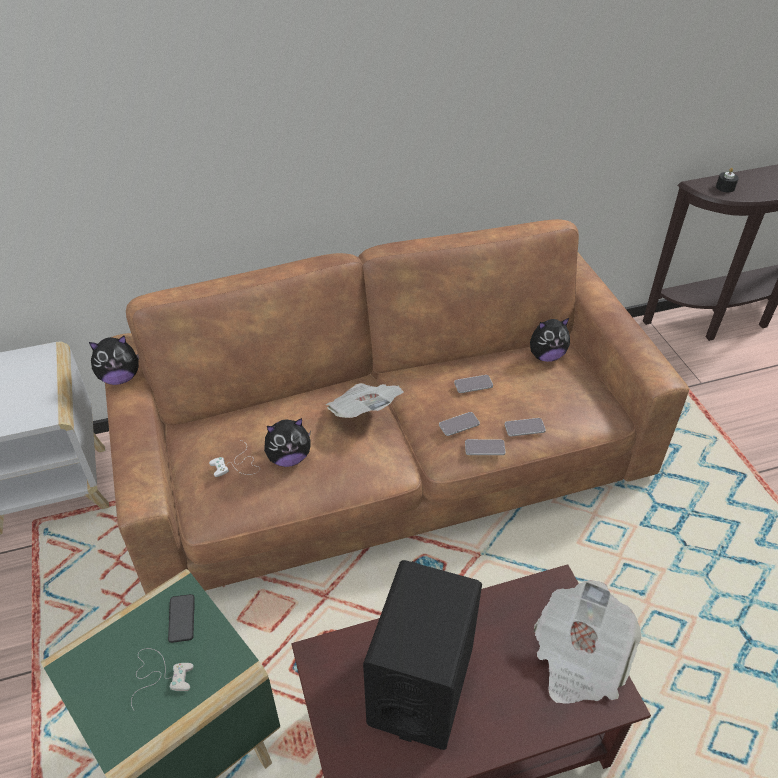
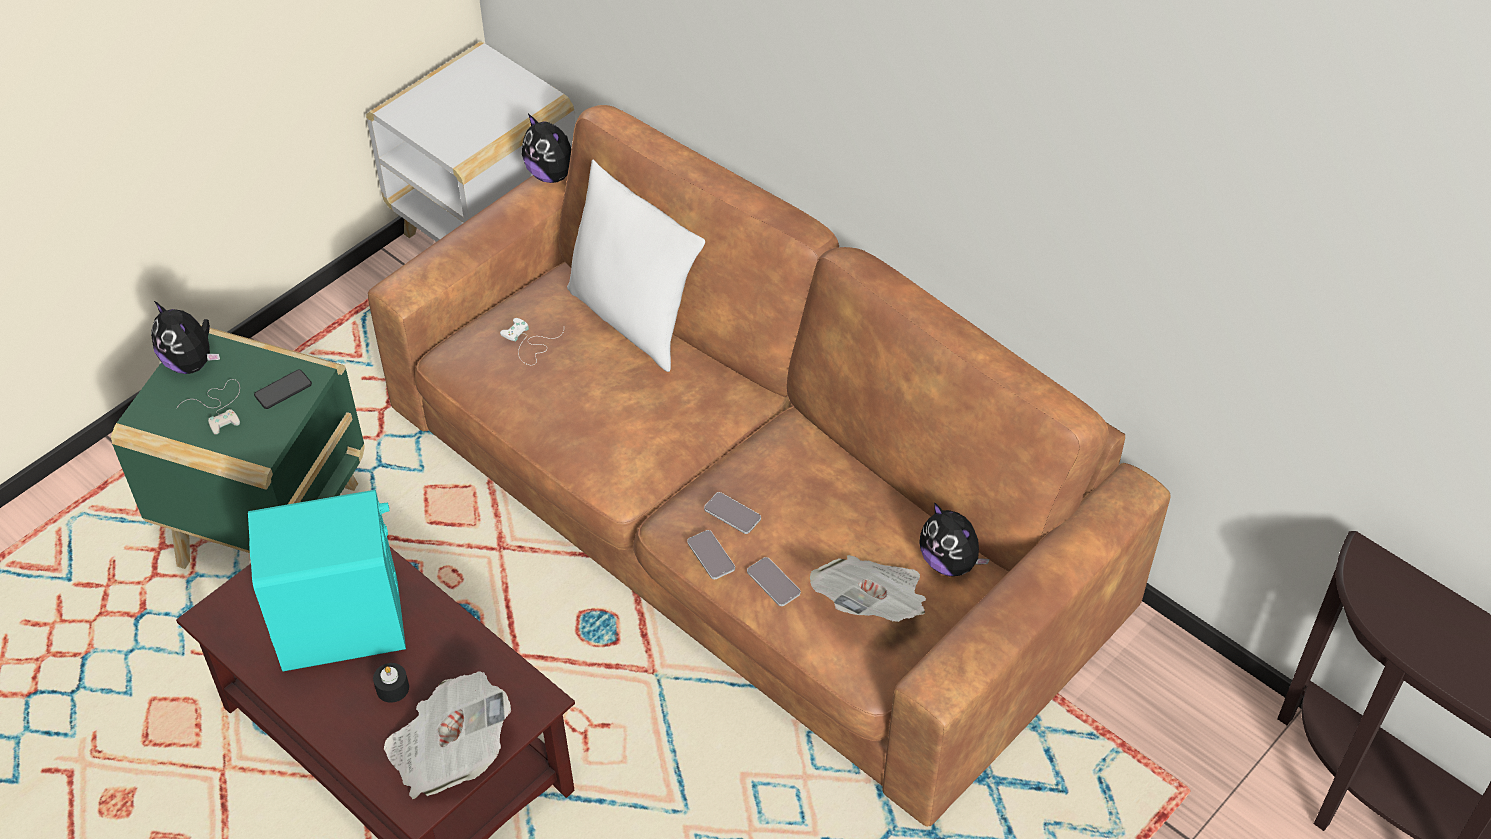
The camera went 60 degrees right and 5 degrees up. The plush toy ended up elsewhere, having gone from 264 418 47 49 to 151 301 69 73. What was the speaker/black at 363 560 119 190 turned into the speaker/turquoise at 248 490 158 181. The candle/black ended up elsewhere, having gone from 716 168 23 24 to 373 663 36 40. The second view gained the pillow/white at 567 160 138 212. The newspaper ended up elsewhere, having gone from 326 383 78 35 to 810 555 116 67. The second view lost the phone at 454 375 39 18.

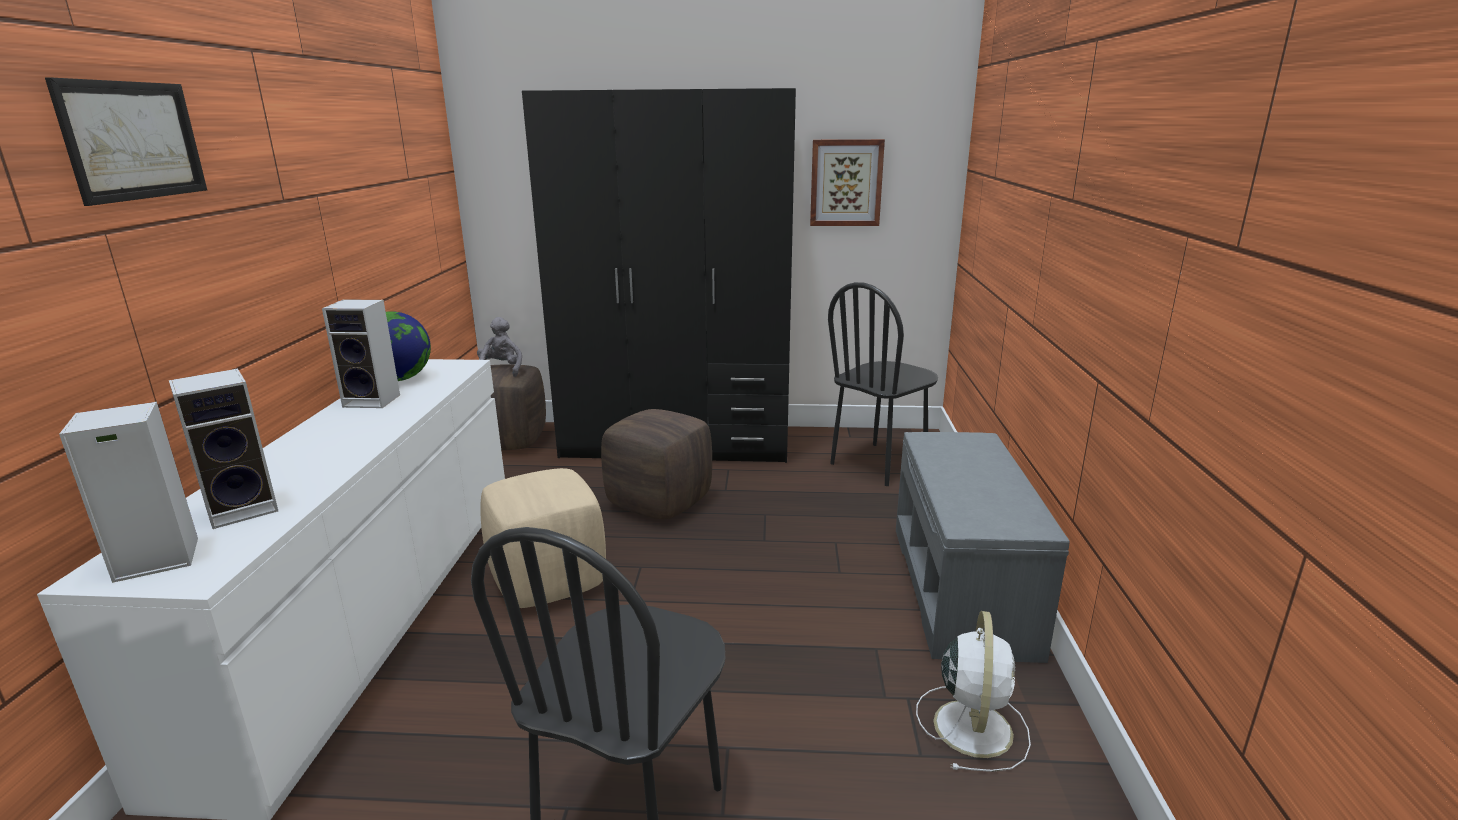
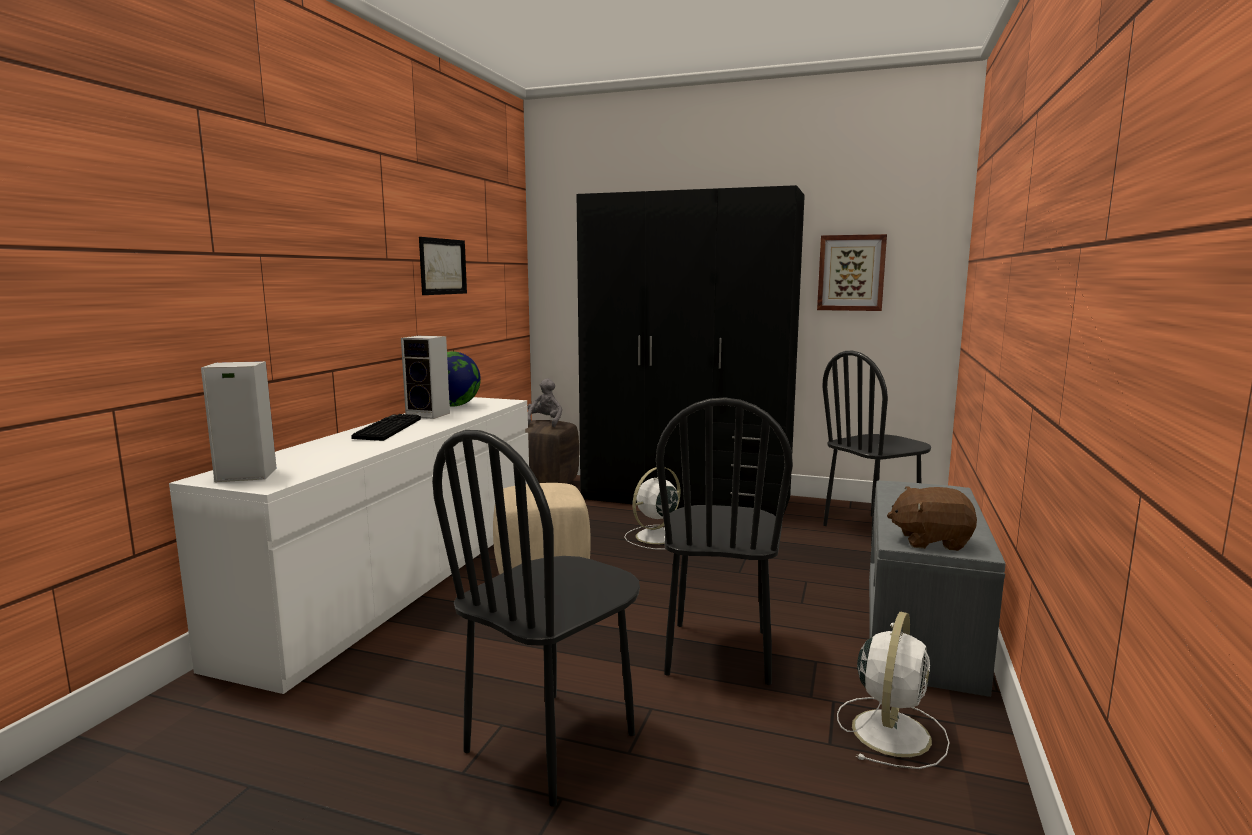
The camera went 15 degrees right and 10 degrees down. The second view gained the keyboard at 351 414 70 27. The picture ended up elsewhere, having gone from 45 77 162 129 to 419 237 48 58. Where the ottoman/brown stood at 601 409 111 110, the fan/white came to stand at 624 467 56 83. The second view gained the chair/black at 656 397 137 288. The second view gained the plush toy/brown at 887 486 90 65. The second view lost the speaker at 169 368 109 161.

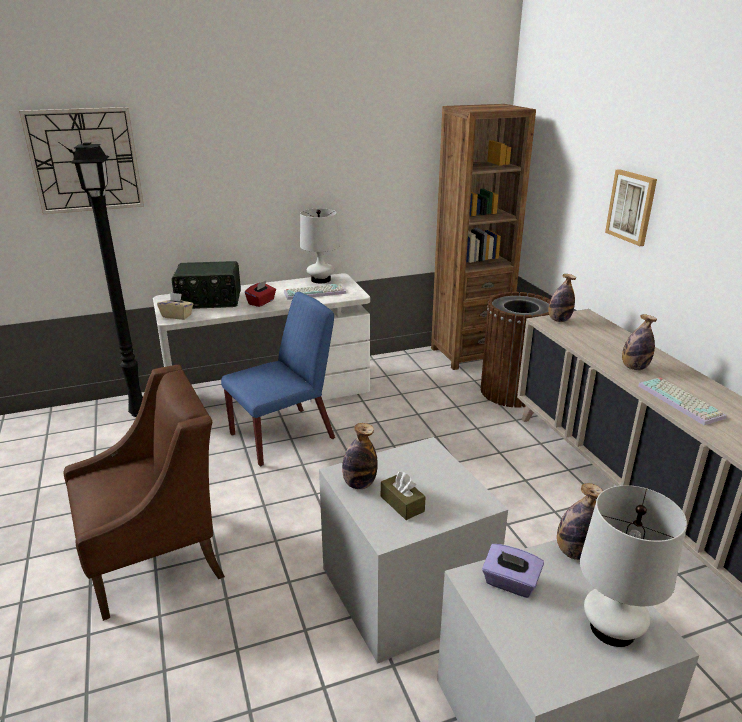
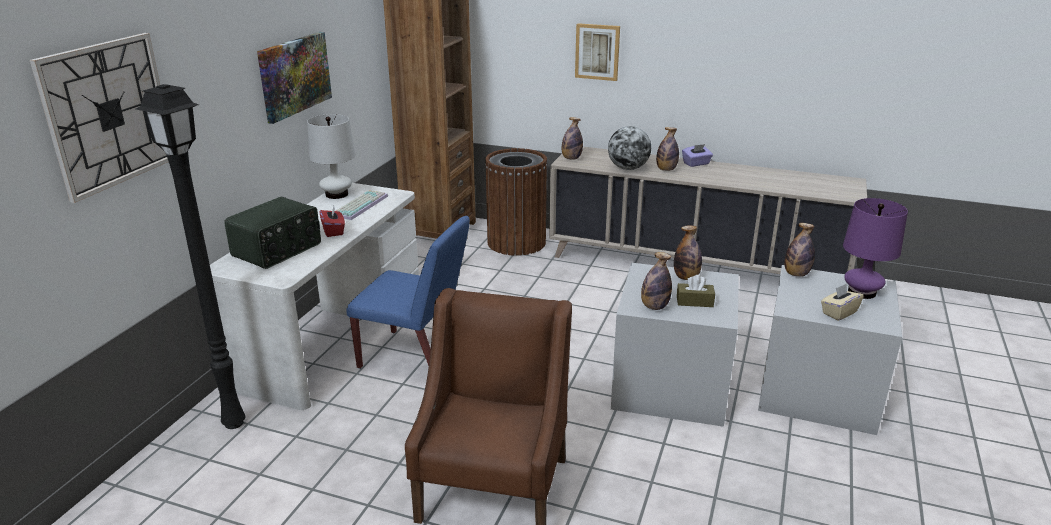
The camera went 50 degrees left and 0 degrees up. The second view gained the picture at 257 32 75 92. The chair/blue at 221 292 114 174 ended up facing another way, 105 degrees clockwise from before. The second view gained the globe at 608 126 43 44. The second view gained the bottle at 674 225 28 55. The tissue box/purple ended up elsewhere, having gone from 482 544 62 54 to 682 144 31 23. The tissue box/beige ended up elsewhere, having gone from 157 292 36 28 to 821 284 43 37. What was the table lamp/white at 580 485 107 162 turned into the table lamp/purple at 843 198 65 101. The second view lost the keyboard at 638 377 89 48.

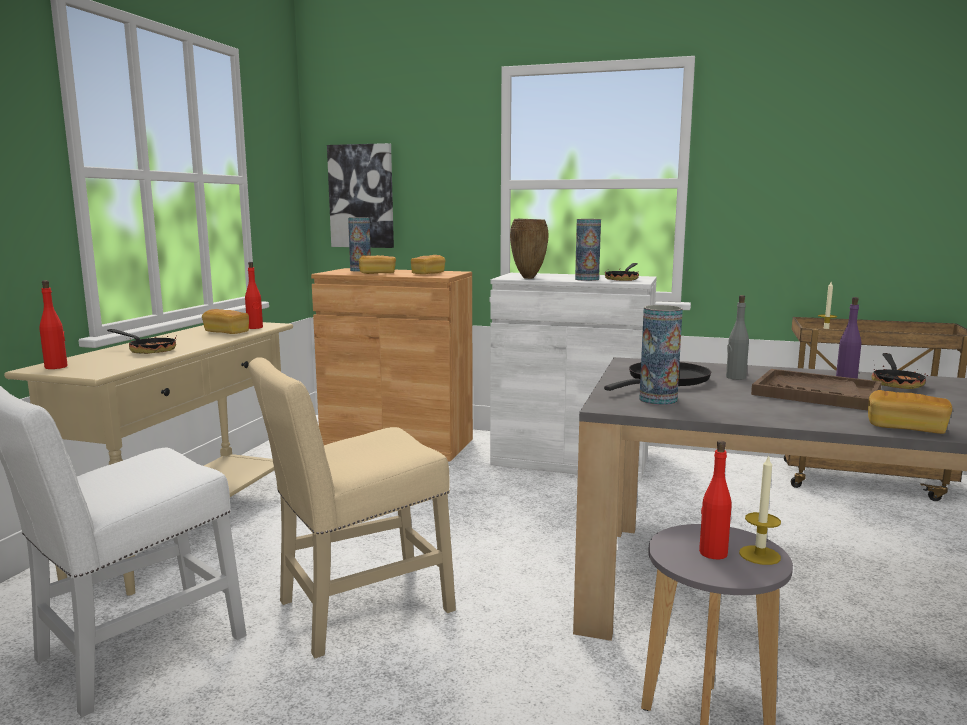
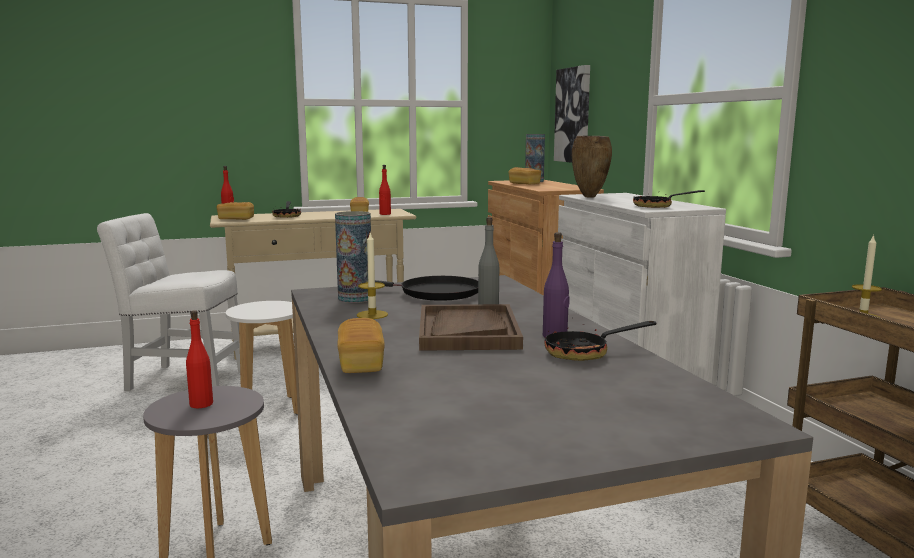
The camera went 55 degrees right and 0 degrees up. The bread ended up elsewhere, having gone from 411 255 35 19 to 216 202 38 18. Where the chair/beige stood at 249 357 207 301, the stool/white came to stand at 226 301 72 114. The candle ended up elsewhere, having gone from 739 455 42 110 to 357 233 31 86. The second view lost the vase at 575 219 26 62.

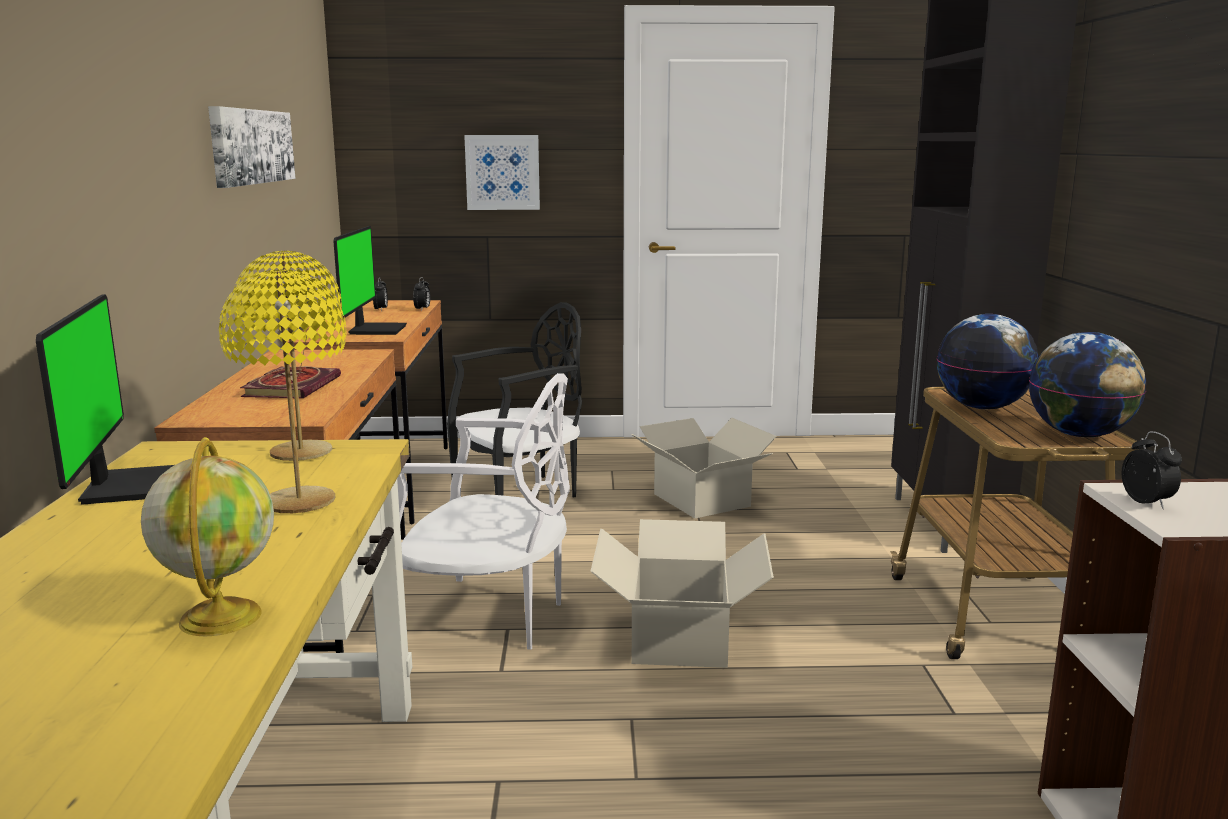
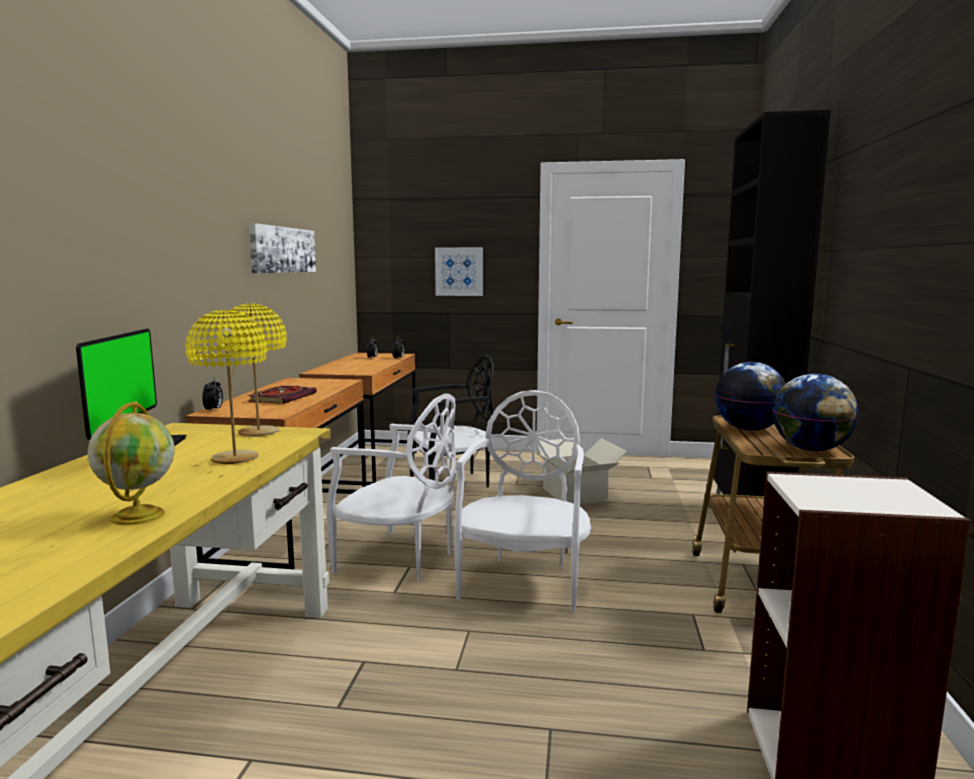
The camera went 10 degrees right and 5 degrees down. The alarm clock ended up elsewhere, having gone from 1122 431 60 79 to 202 377 21 34. Where the cardboard box stood at 590 519 184 149, the chair/white came to stand at 454 390 137 223. The second view lost the monitor at 333 226 74 109.

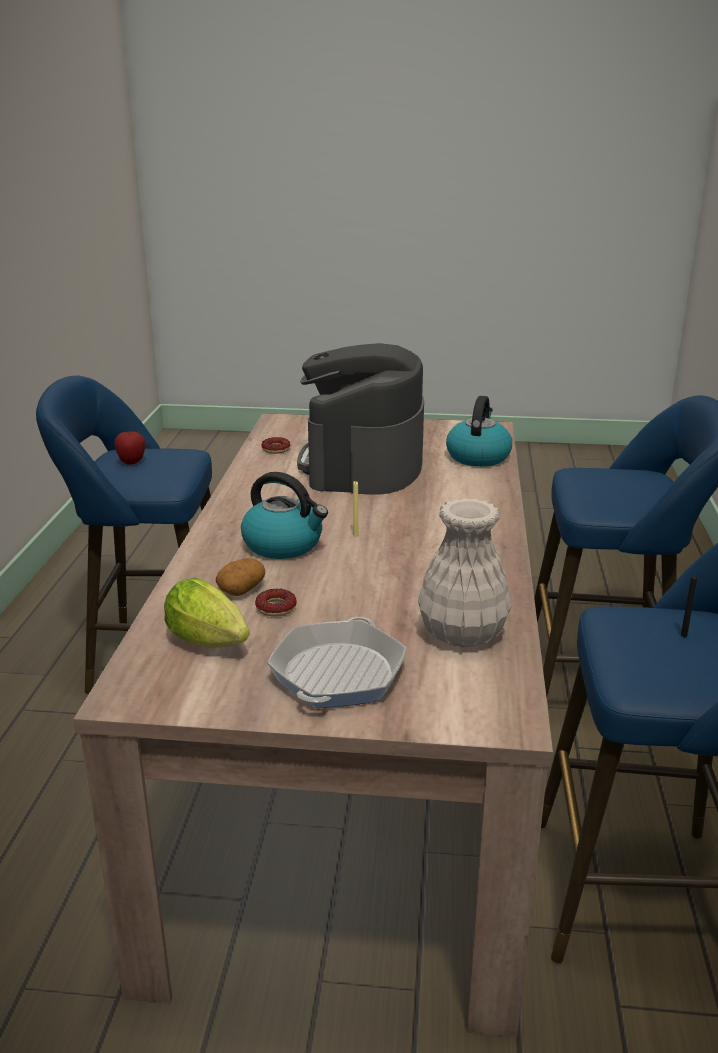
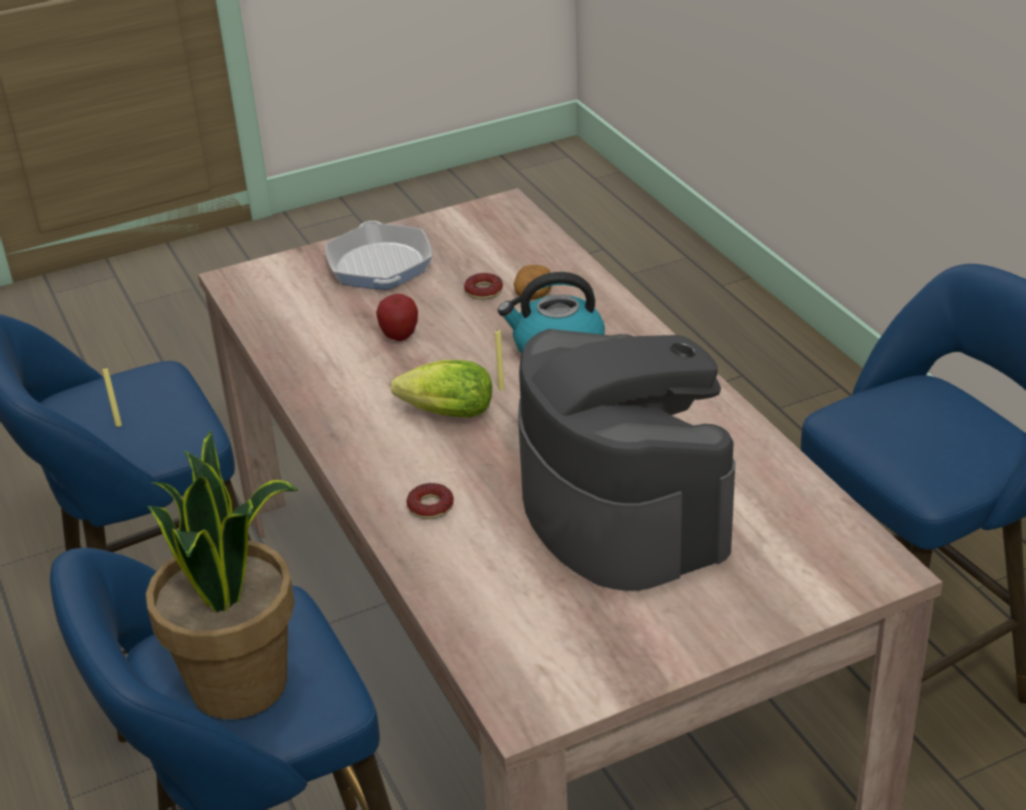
The camera went 150 degrees right and 10 degrees up. What was the candle/black at 681 575 16 62 turned into the candle/yellow at 102 367 20 60. The second view gained the potted plant at 146 431 153 288. The apple ended up elsewhere, having gone from 114 431 31 34 to 376 294 42 47. The lettuce ended up elsewhere, having gone from 164 578 86 70 to 391 360 101 58. The donut ended up elsewhere, having gone from 261 437 30 17 to 406 483 48 36. The second view lost the vase/white at 418 498 94 149. The second view lost the kettle at 446 396 66 71.

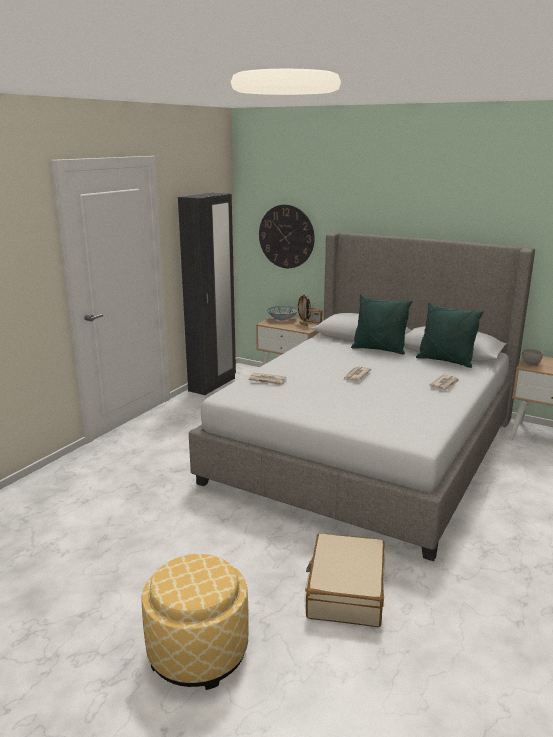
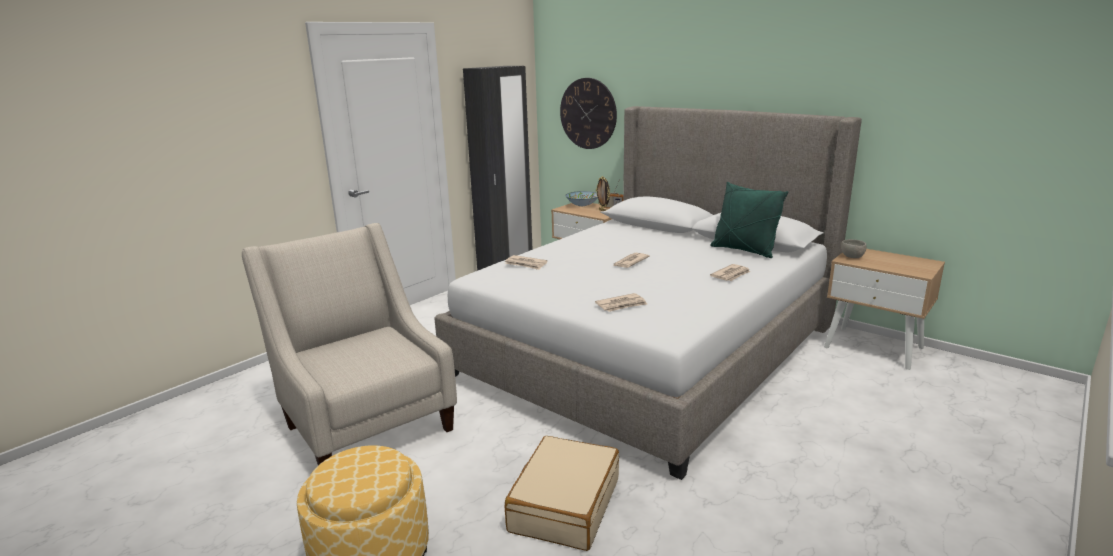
The camera went 10 degrees right and 0 degrees up. The second view gained the armchair/beige at 242 223 215 242. The second view gained the newspaper at 595 293 52 19. The second view lost the pillow/green at 351 295 61 60.

